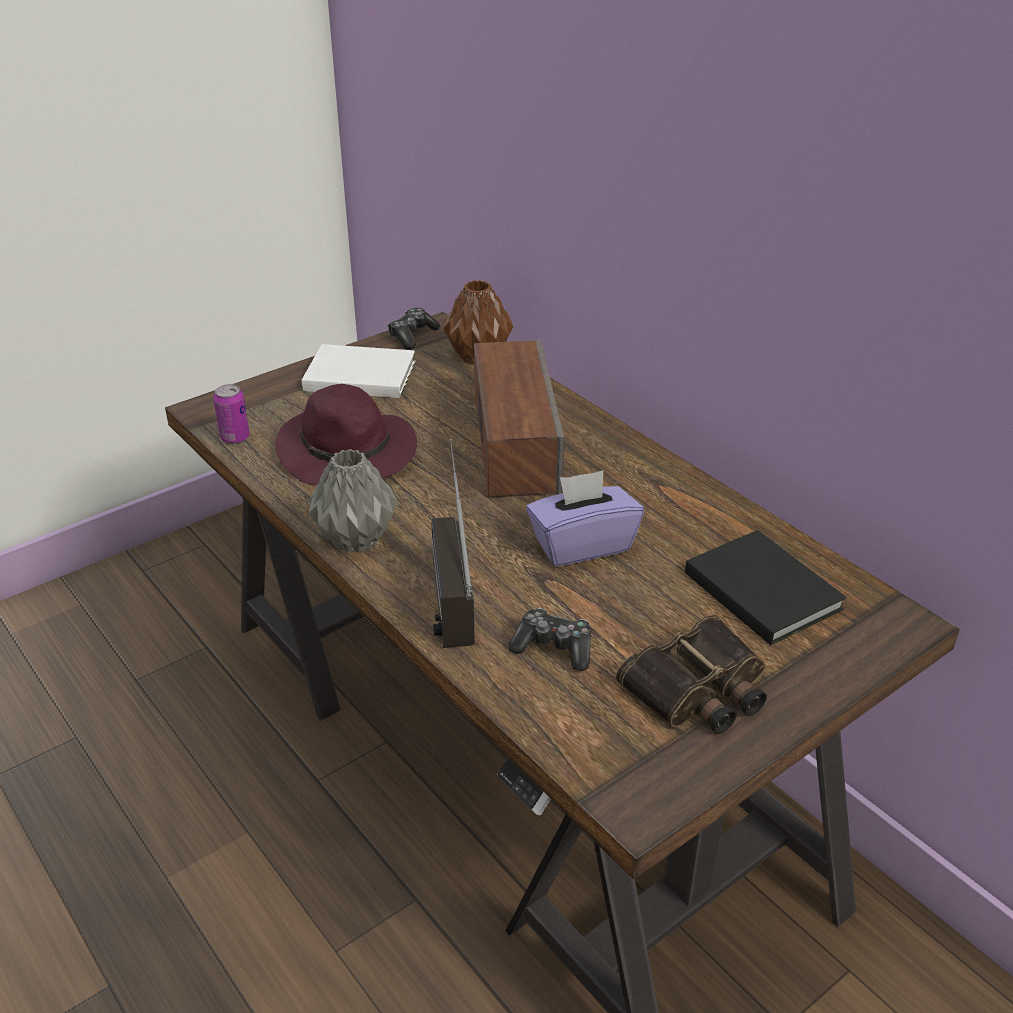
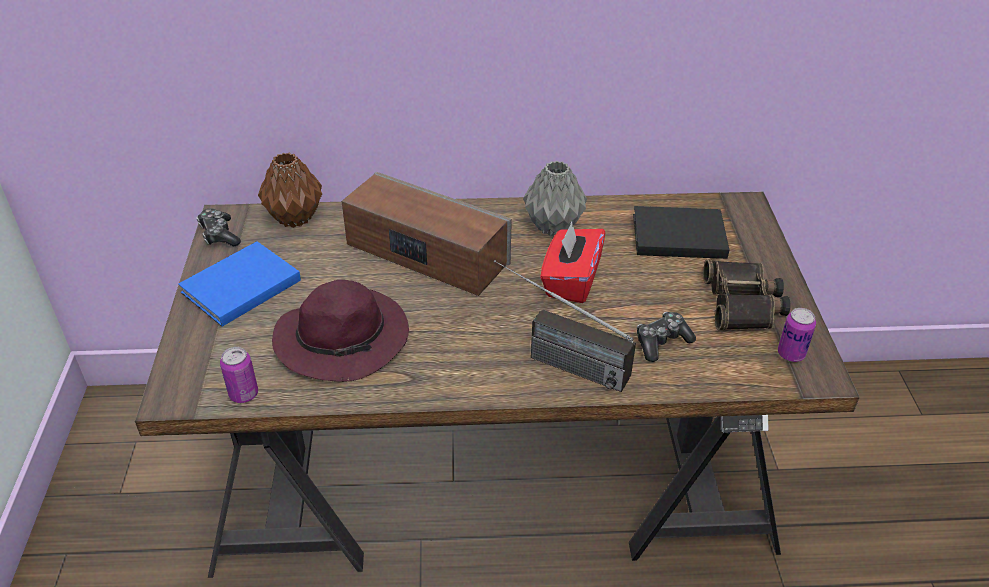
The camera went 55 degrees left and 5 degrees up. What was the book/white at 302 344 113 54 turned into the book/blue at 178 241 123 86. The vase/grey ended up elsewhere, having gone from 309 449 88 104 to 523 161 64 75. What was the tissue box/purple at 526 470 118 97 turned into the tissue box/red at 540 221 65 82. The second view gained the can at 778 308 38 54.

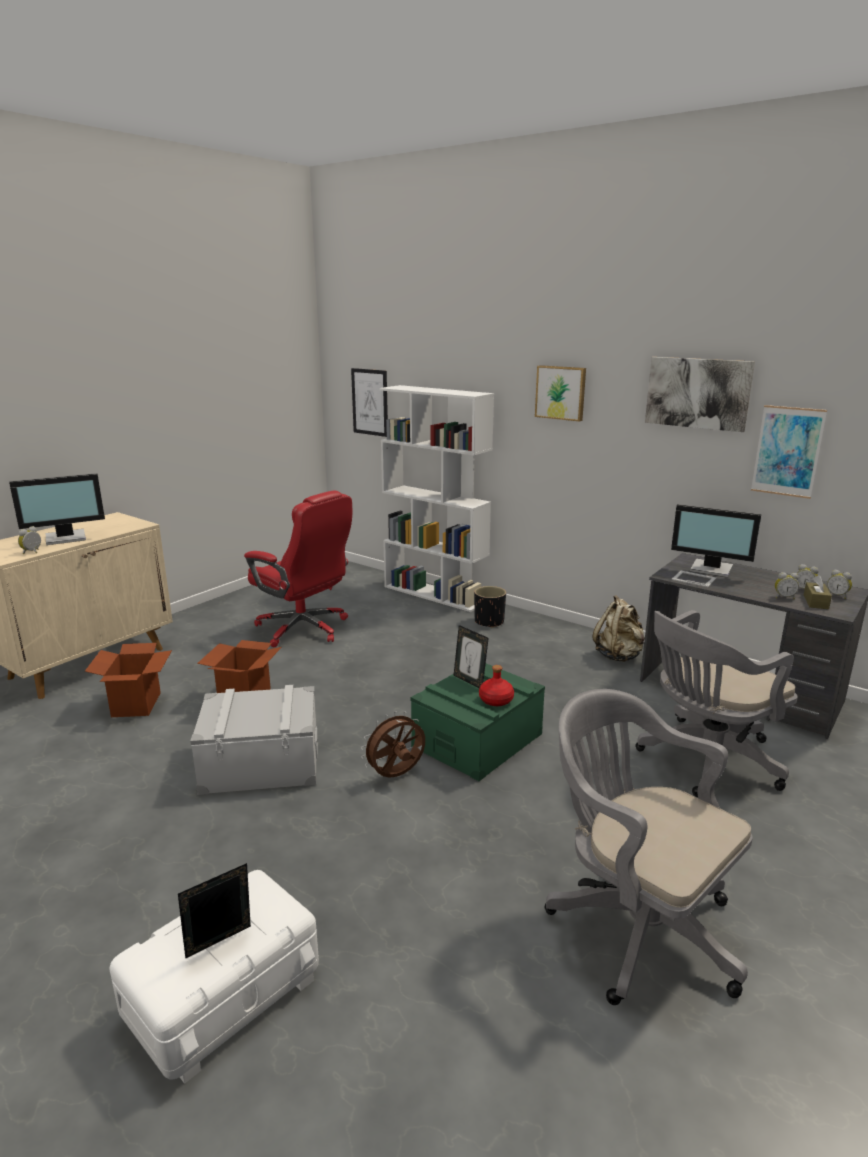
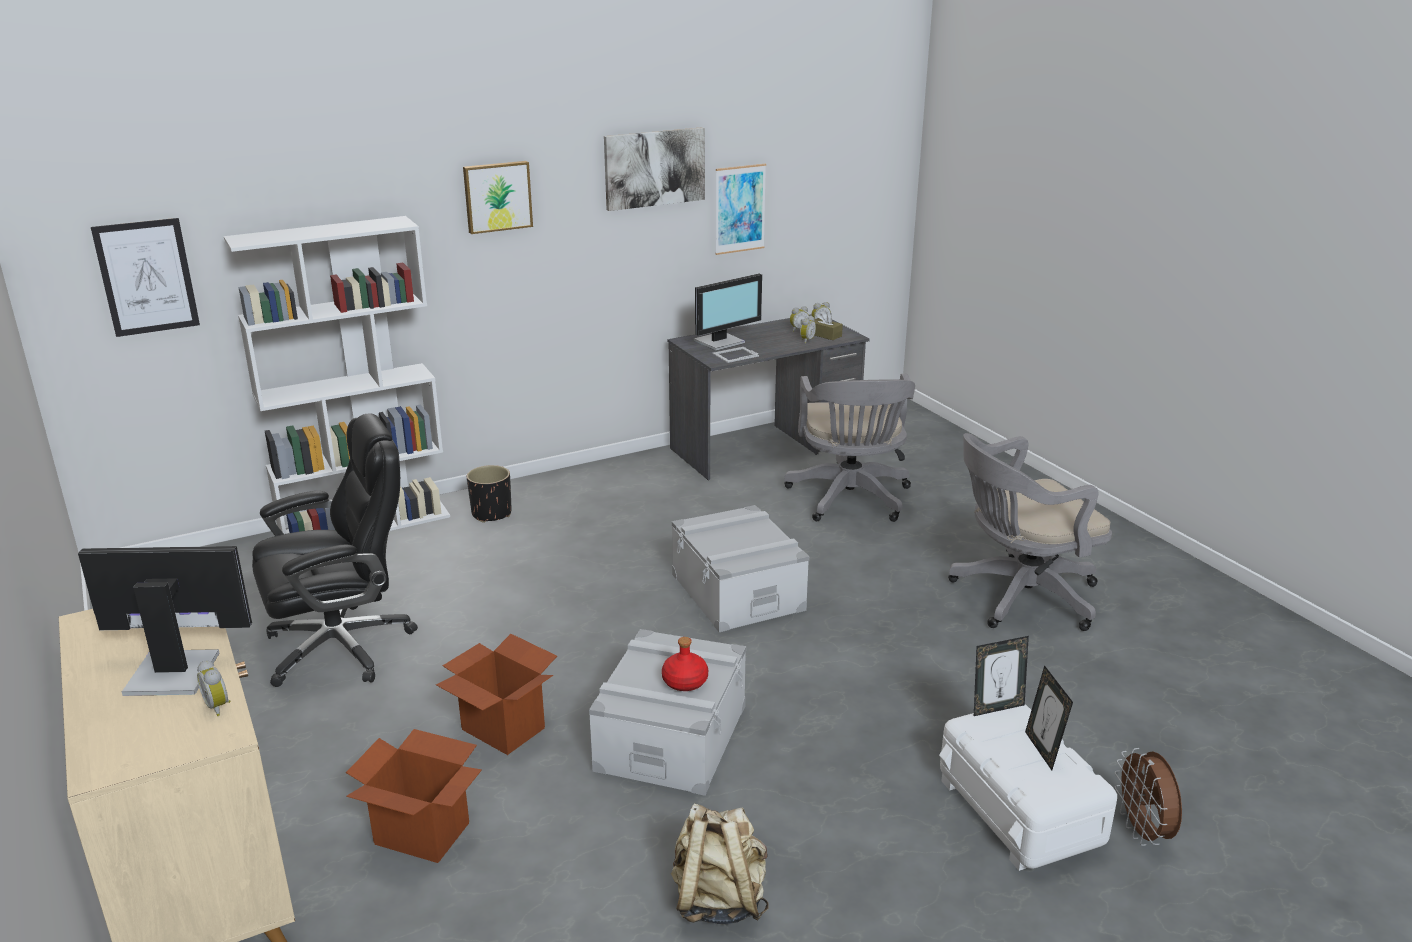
The camera went 65 degrees left and 5 degrees up. The monitor at 9 473 96 72 ended up facing another way, 90 degrees counterclockwise from before. What was the office chair/red at 244 491 108 156 turned into the office chair/black at 252 413 166 274. The bottle/red ended up elsewhere, having gone from 479 665 35 41 to 662 637 46 54. The backpack/beige ended up elsewhere, having gone from 593 595 52 67 to 671 803 98 121. What was the storage box/green at 411 664 134 117 turned into the storage box/grey at 672 505 137 127. The picture frame ended up elsewhere, having gone from 453 625 36 63 to 974 636 55 80. The fan/brown ended up elsewhere, having gone from 361 711 64 67 to 1114 748 68 98.

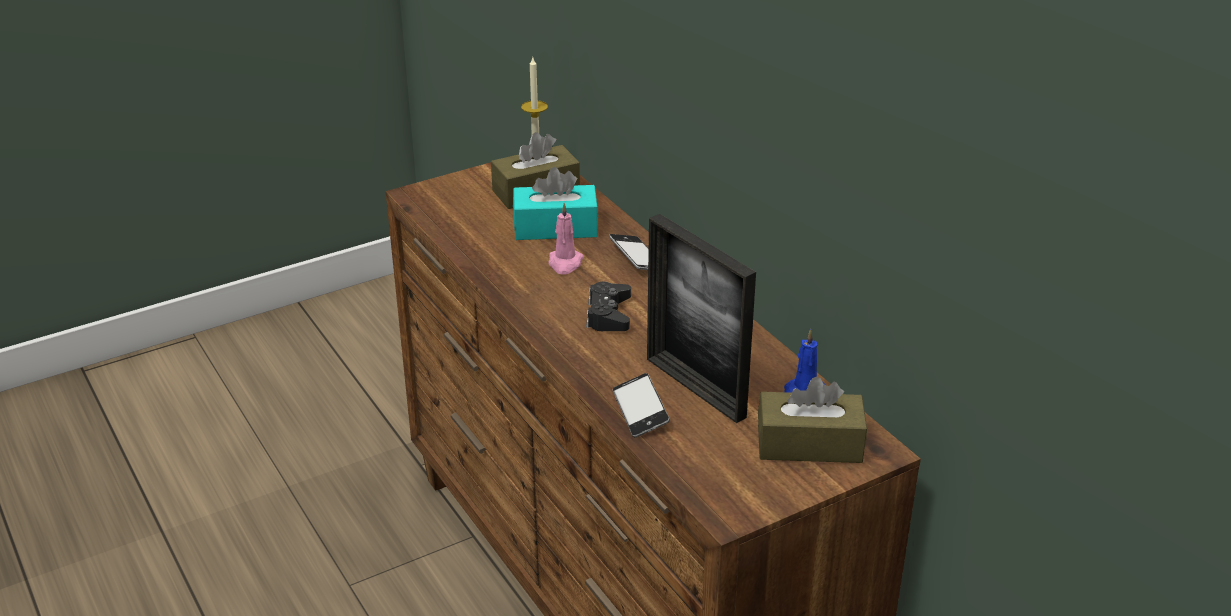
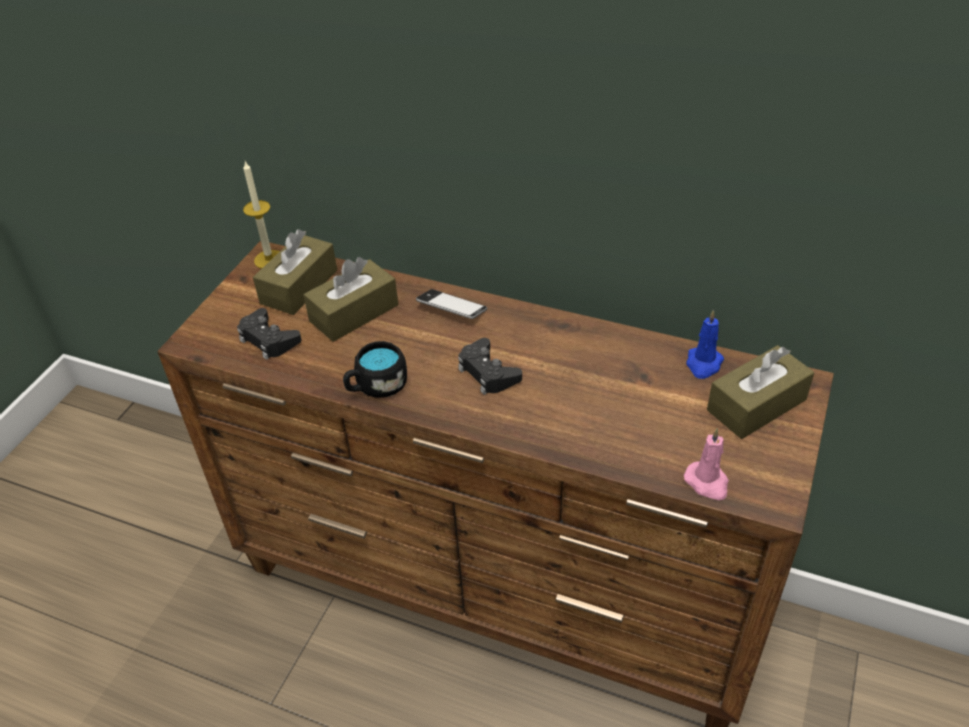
The camera went 35 degrees left and 10 degrees up. The second view gained the game controller/black at 237 308 65 52. What was the tissue box/turquoise at 513 167 86 73 turned into the tissue box/brown at 303 257 95 85. The second view gained the mug/black at 343 341 64 57. The candle/pink ended up elsewhere, having gone from 548 203 36 72 to 684 428 45 72. The second view lost the phone at 613 373 57 64. The second view lost the picture frame at 647 214 109 209.

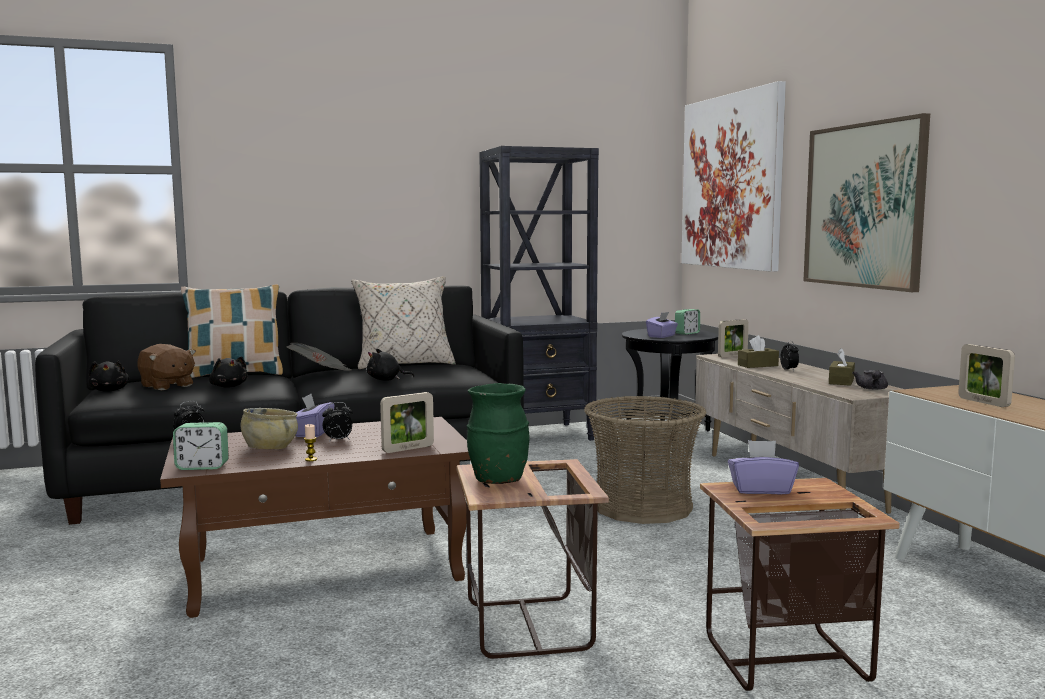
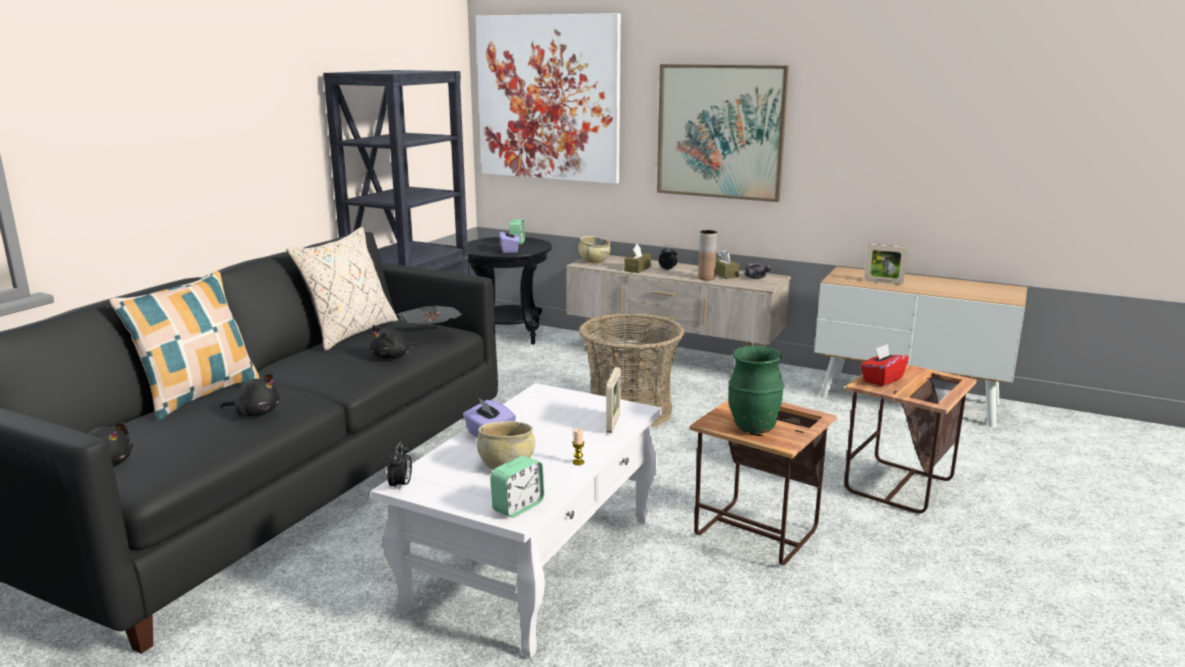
The camera went 45 degrees left and 10 degrees up. What was the coffee table/brown at 160 417 310 201 turned into the coffee table/white at 371 383 290 275. The newspaper ended up elsewhere, having gone from 287 343 65 28 to 397 306 65 18. Where the picture frame stood at 718 319 31 38, the bowl/beige came to stand at 578 236 32 28. The second view gained the vase/brown at 698 230 19 50. What was the tissue box/purple at 728 440 71 55 turned into the tissue box/red at 860 344 49 42. The second view lost the plush toy/brown at 137 344 59 46. The second view lost the alarm clock at 322 402 31 40.

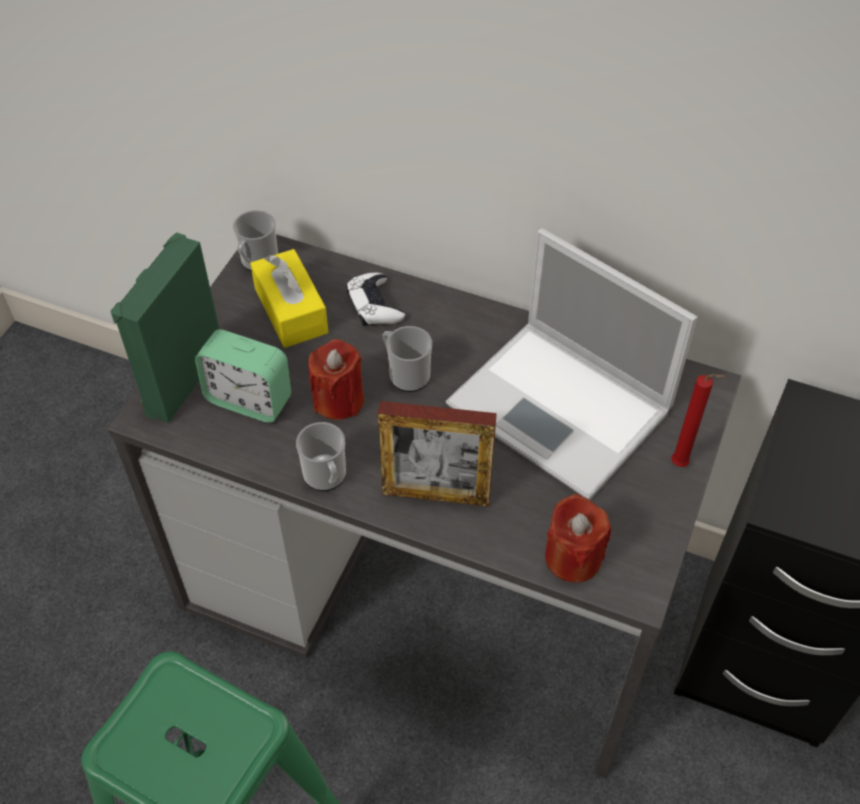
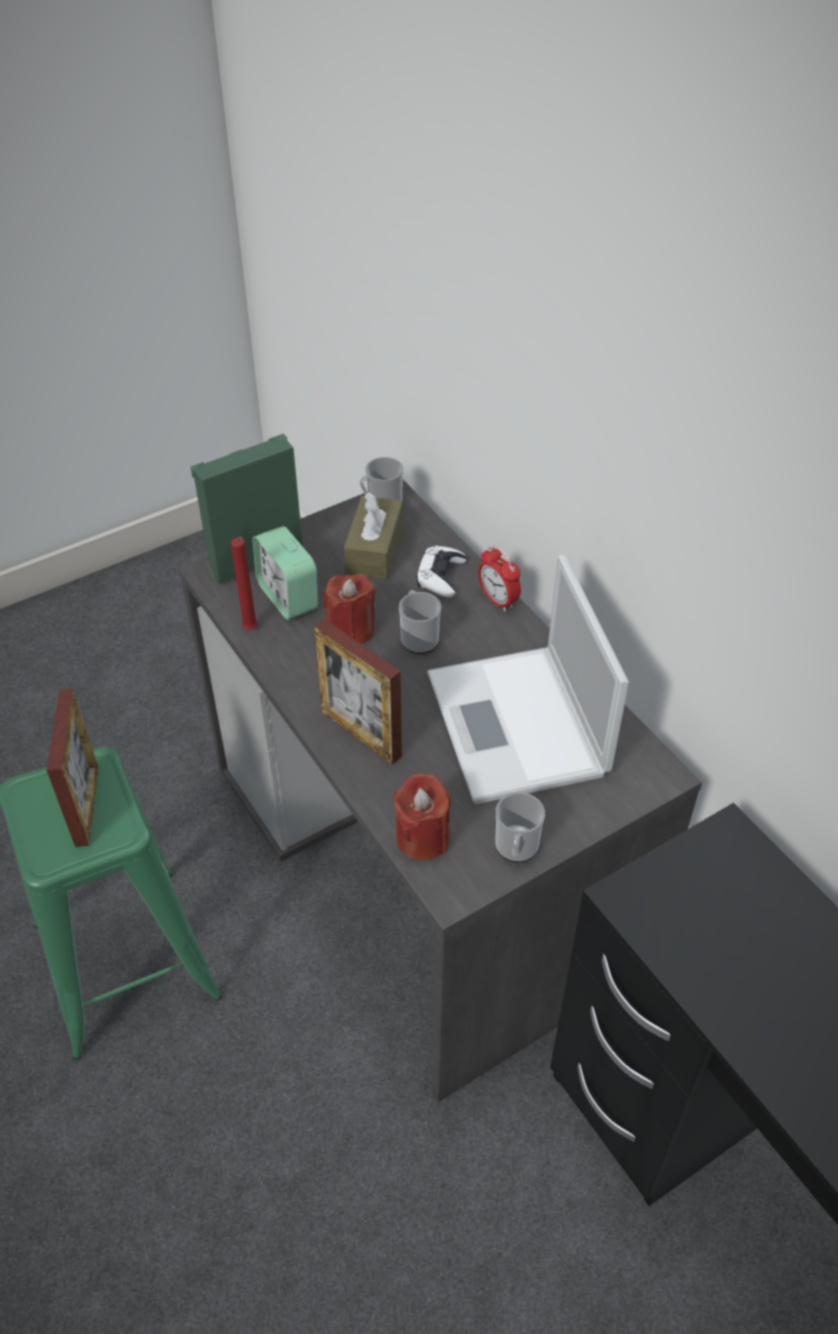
The camera went 35 degrees right and 5 degrees down. The second view gained the picture frame at 47 689 52 158. The candle/red ended up elsewhere, having gone from 671 374 54 93 to 231 537 27 93. What was the tissue box/yellow at 250 249 78 99 turned into the tissue box/brown at 344 493 59 86. The second view gained the alarm clock at 478 545 43 67. The mug ended up elsewhere, having gone from 296 422 50 69 to 495 792 50 70.

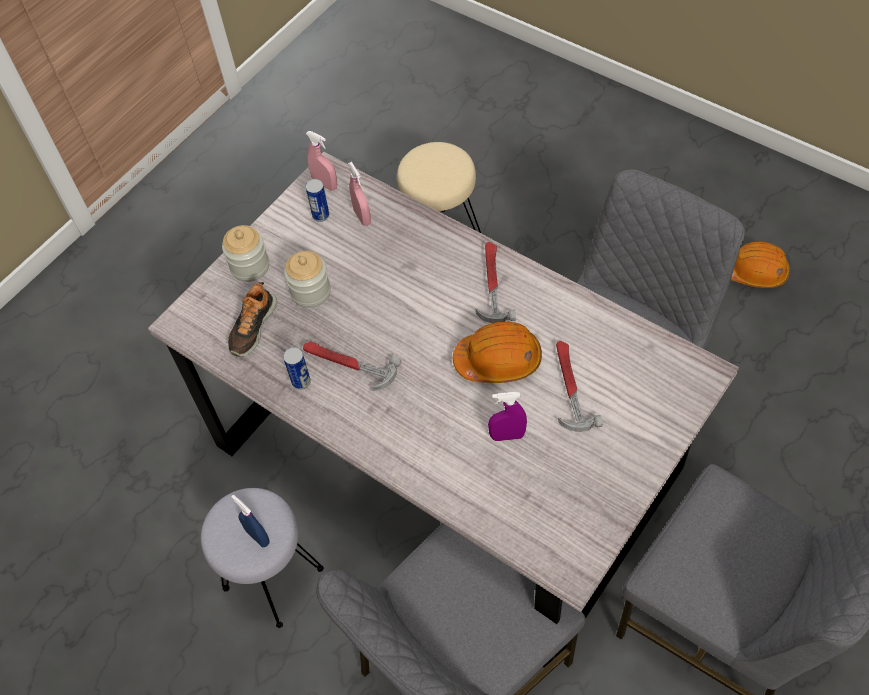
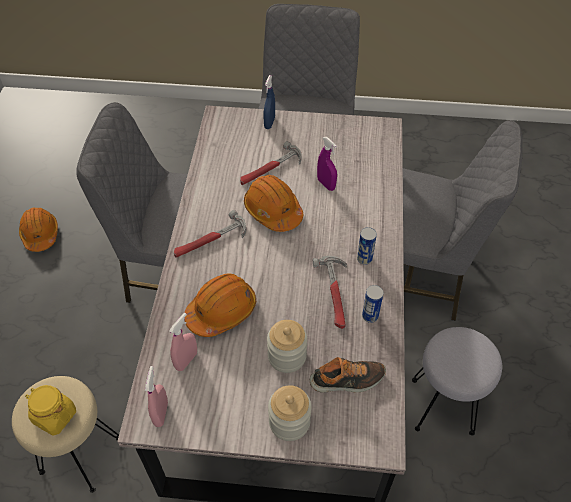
The camera went 125 degrees left and 5 degrees down. The second view gained the jar/yellow at 25 385 51 50. The second view gained the hard hat/orange at 185 273 71 64. The spray bottle/blue ended up elsewhere, having gone from 231 495 39 52 to 264 75 11 54. The can ended up elsewhere, having gone from 305 179 24 43 to 357 227 20 38.

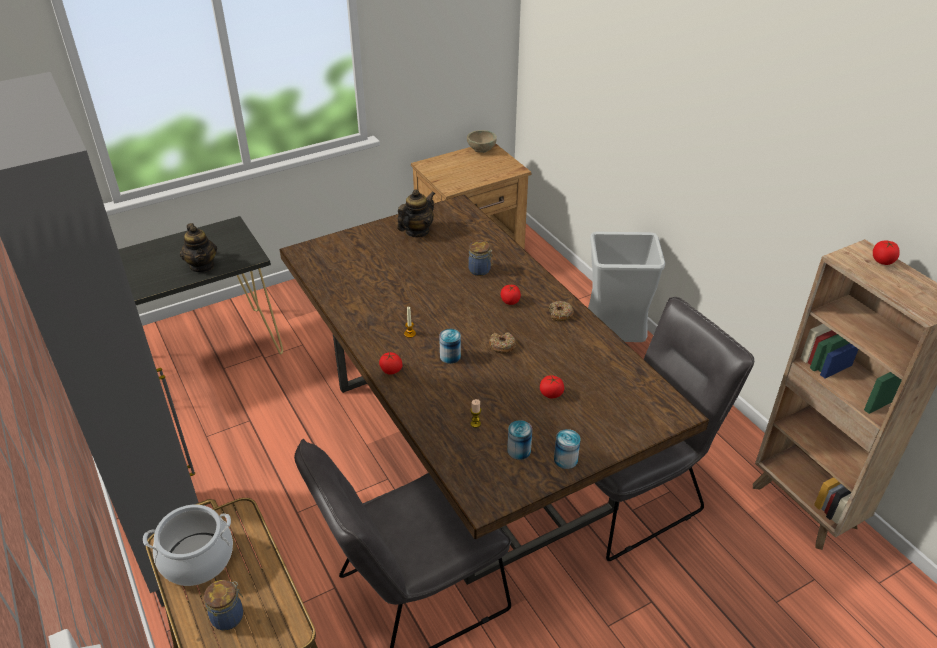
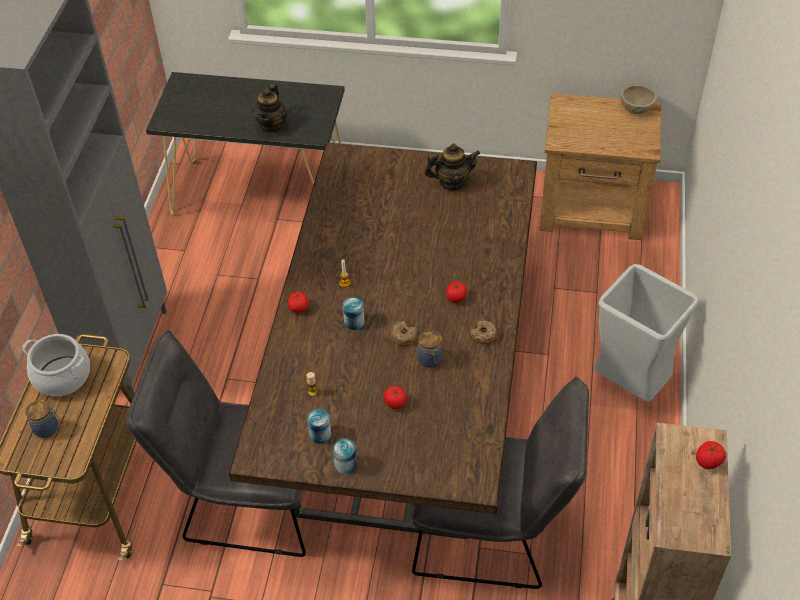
The camera went 40 degrees right and 10 degrees up. The jar ended up elsewhere, having gone from 468 240 25 36 to 418 329 25 39.

